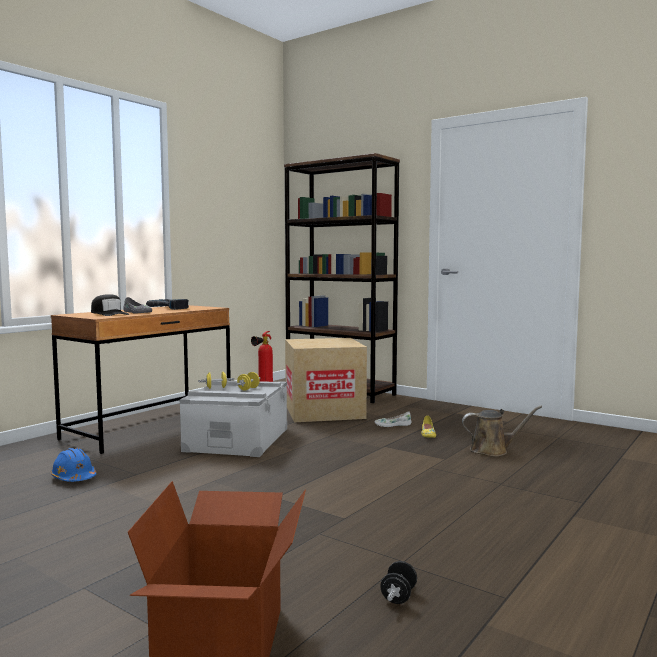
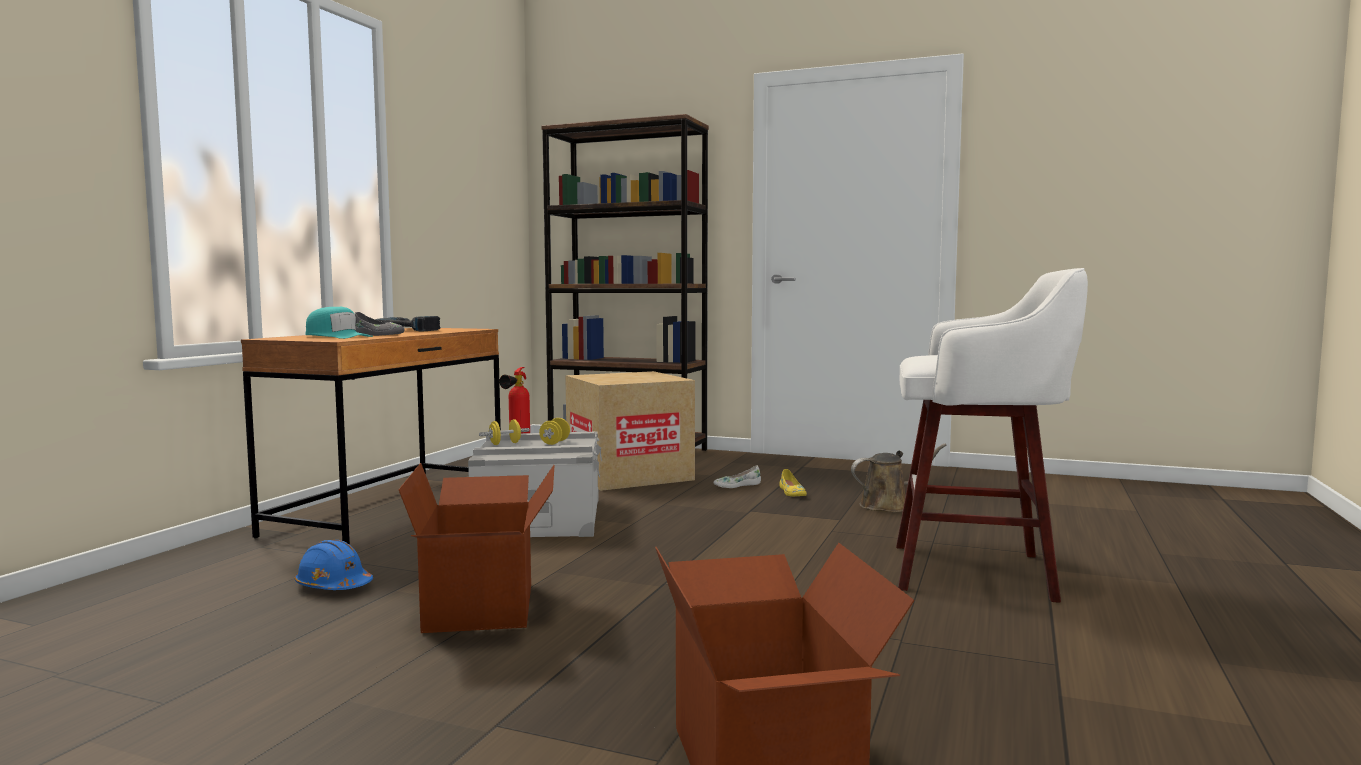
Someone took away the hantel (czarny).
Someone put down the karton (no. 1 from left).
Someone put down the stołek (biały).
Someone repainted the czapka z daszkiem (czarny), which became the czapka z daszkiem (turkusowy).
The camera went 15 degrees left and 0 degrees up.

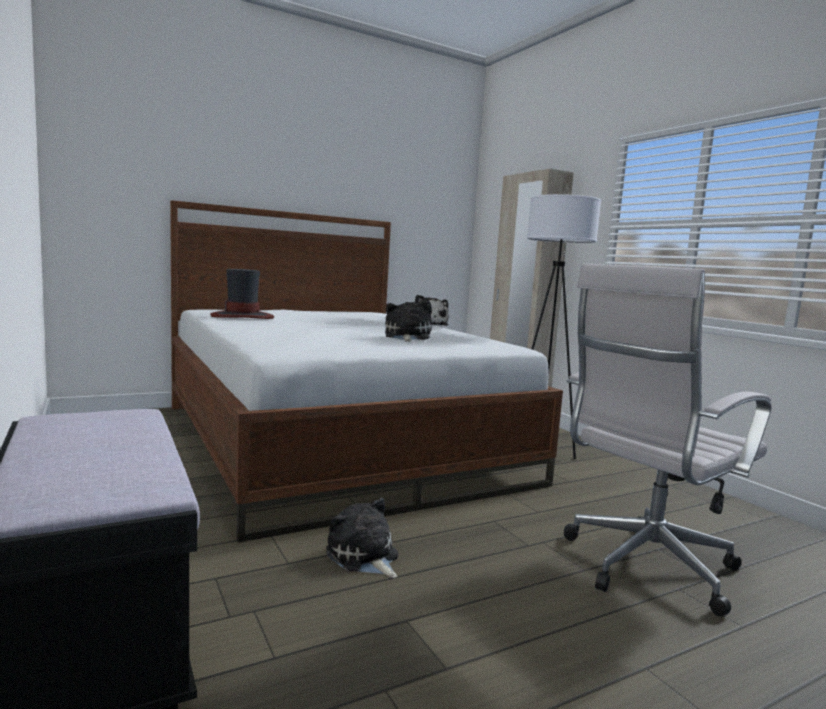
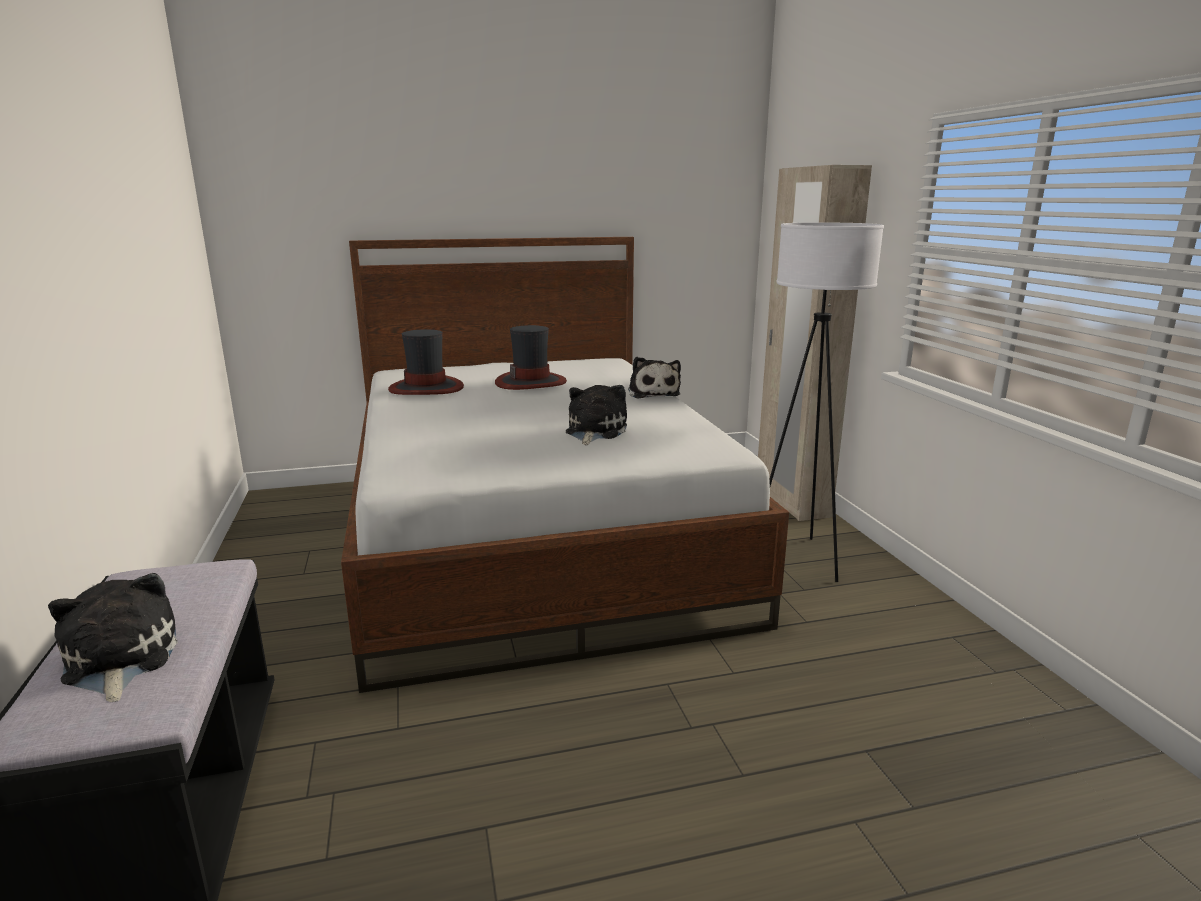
Someone took away the krzesło biurowe (biały).
Someone put down the kapelusz (no. 2 from left).
Someone carried the pluszak (no. 1 from left).
The camera went 15 degrees right and 10 degrees up.

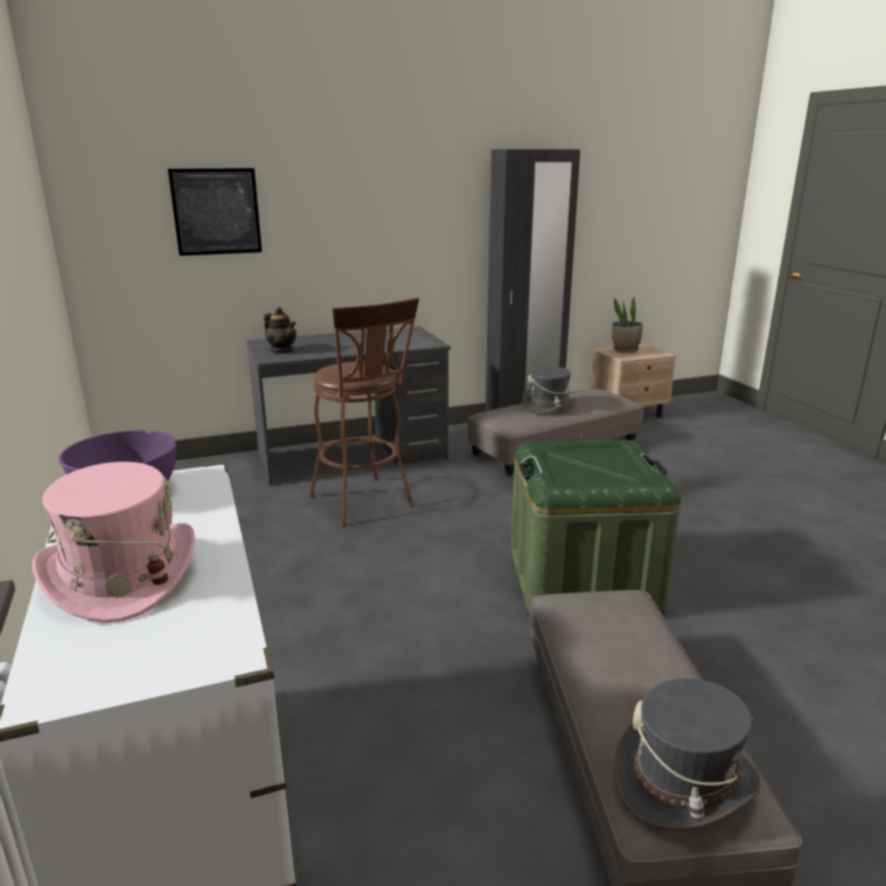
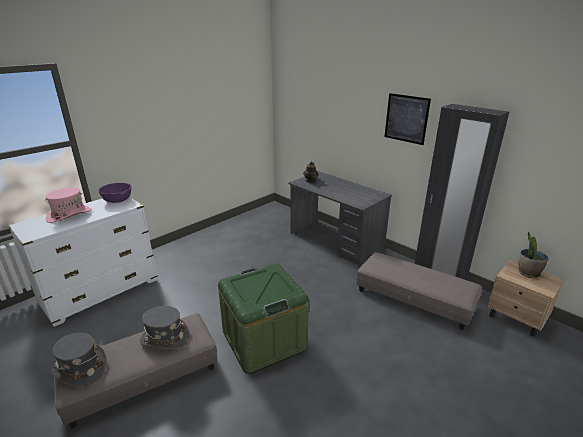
Someone took away the stołek (brązowy).
Someone carried the obraz.
Someone carried the kapelusz (szary) (no. 1 from left in the first image).
The camera went 65 degrees right and 5 degrees up.

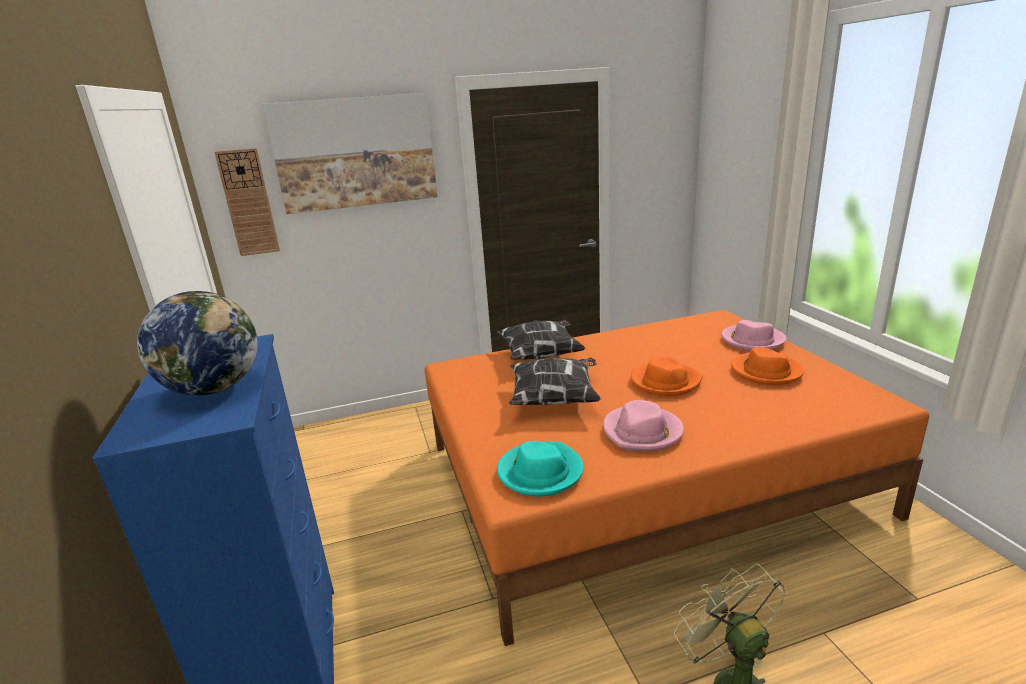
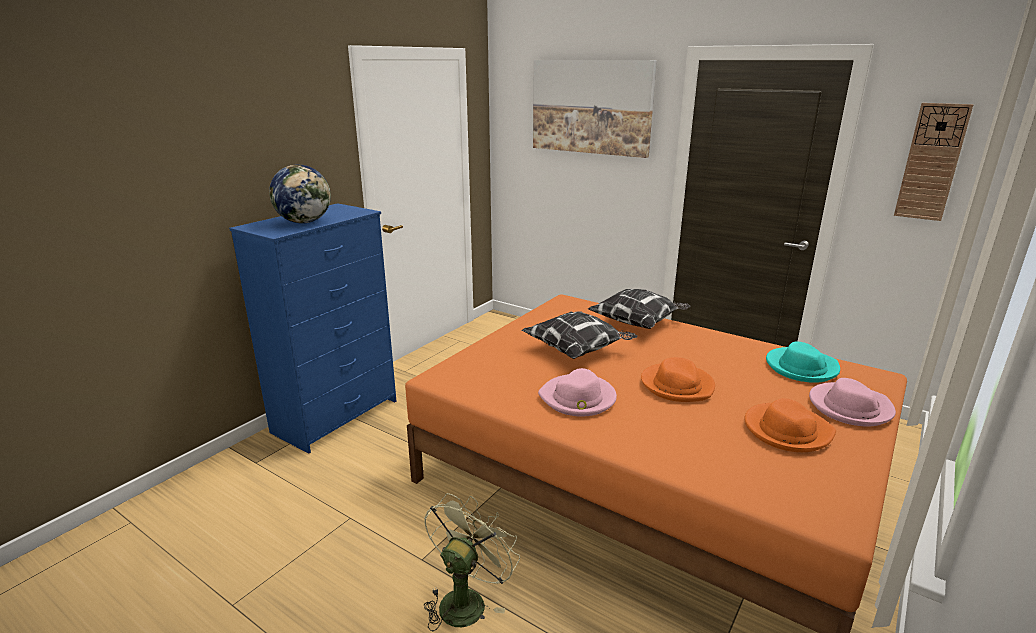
Someone carried the zegar ścienny.
Someone carried the kapelusz (turkusowy).
The camera went 50 degrees right and 0 degrees up.

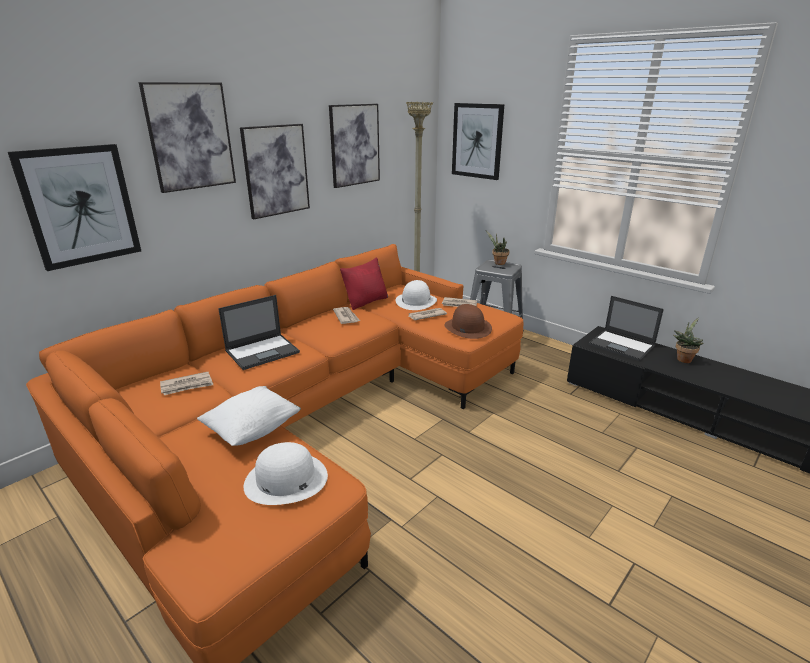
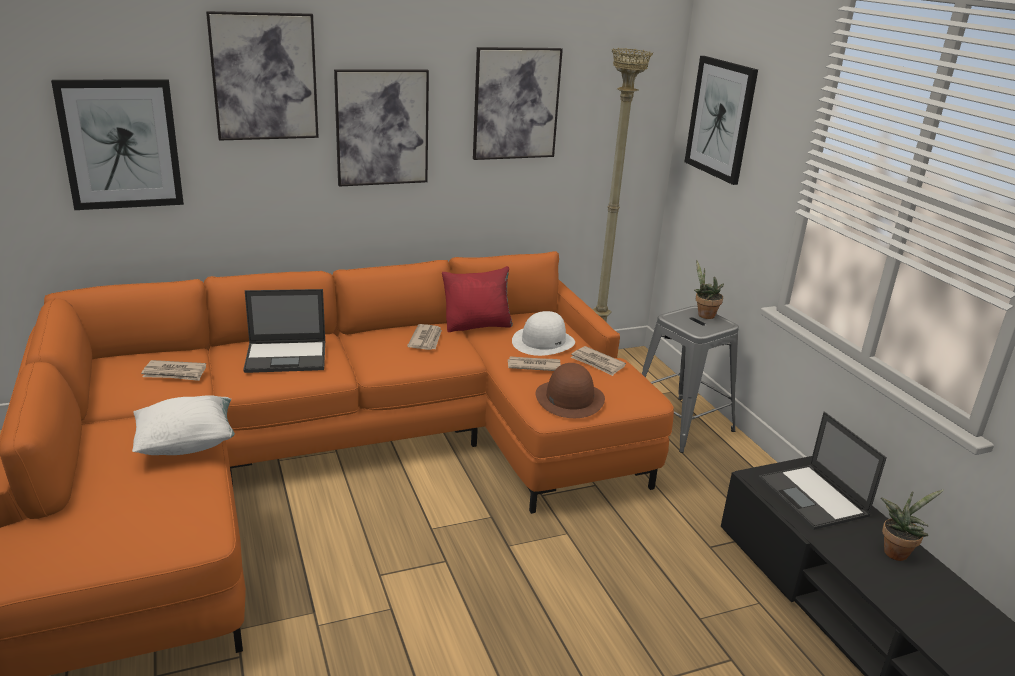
Someone took away the kapelusz (biały) (no. 1 from left).
The camera went 25 degrees right and 0 degrees up.

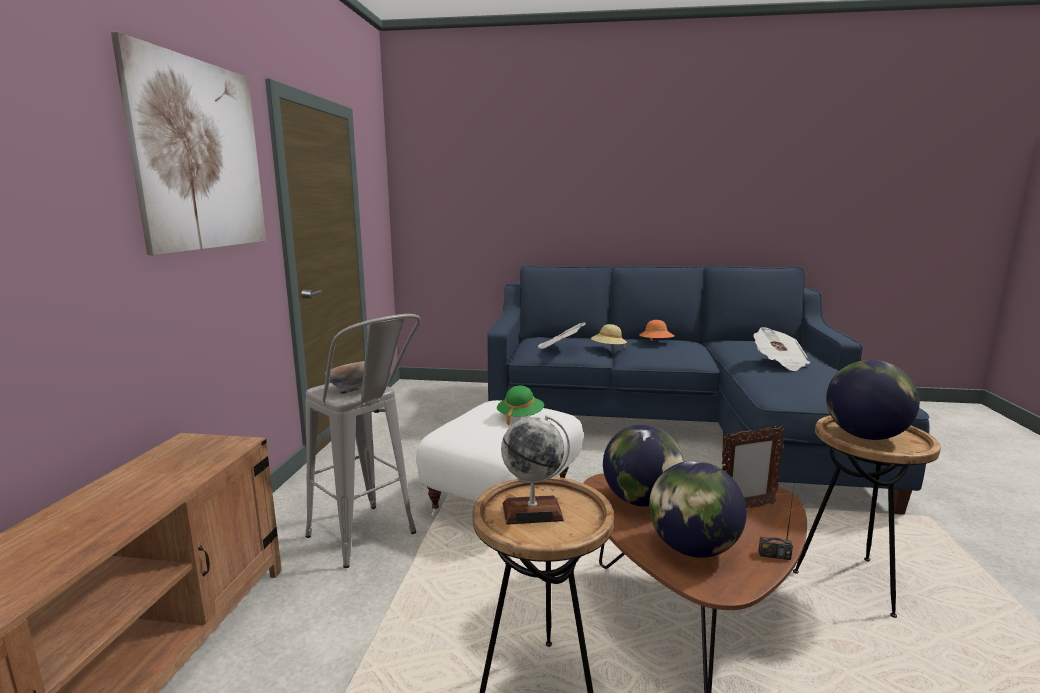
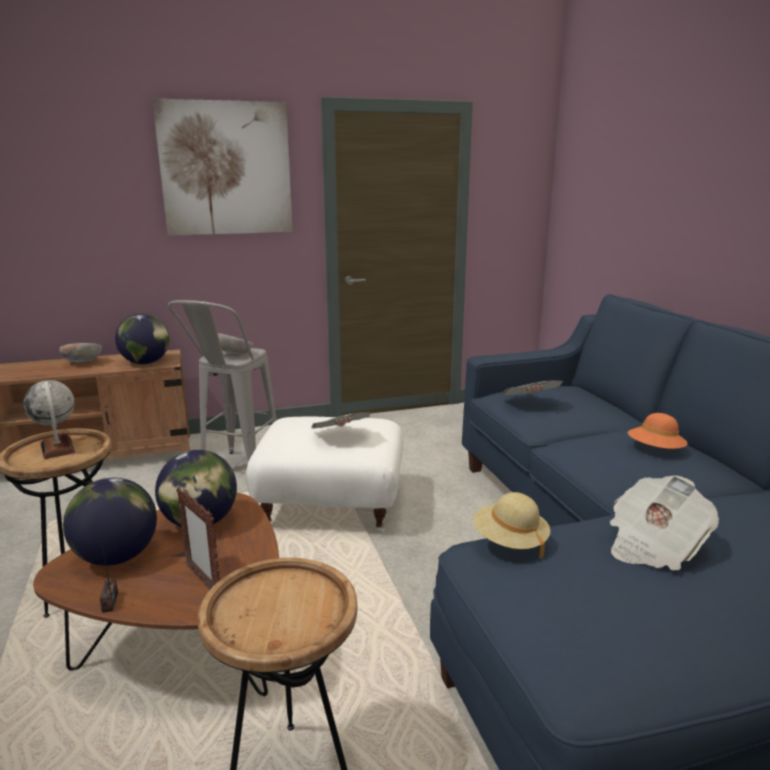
Someone put down the miska (no. 1 from left).
Someone carried the kapelusz (beżowy).
Someone carried the globus (no. 4 from left in the first image).
Someone swapped the kapelusz (zielony) for the gazeta (no. 1 from left).
The camera went 65 degrees right and 5 degrees up.

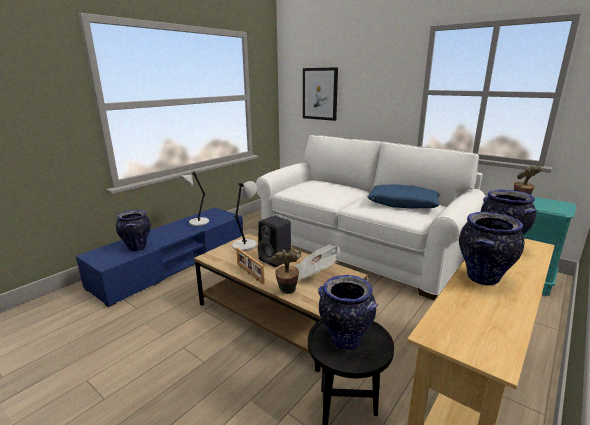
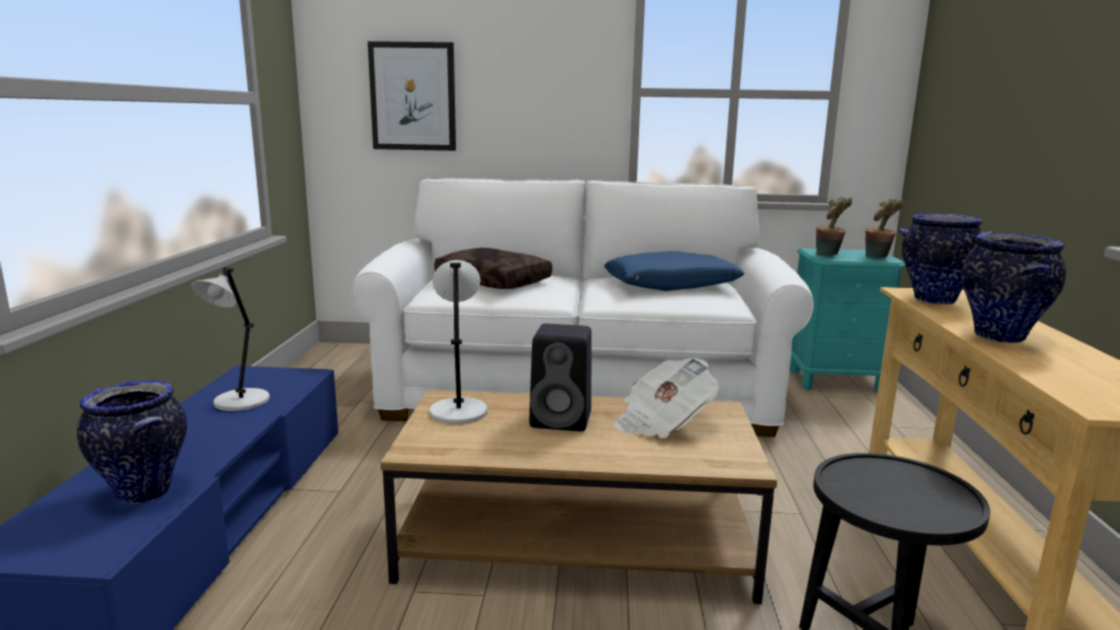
Someone took away the ramka na zdjęcie.
Someone took away the wazon (no. 2 from left).
Someone put down the poduszka (brązowy).
Someone carried the roślina doniczkowa (no. 1 from left in the first image).
The camera went 35 degrees left and 5 degrees down.

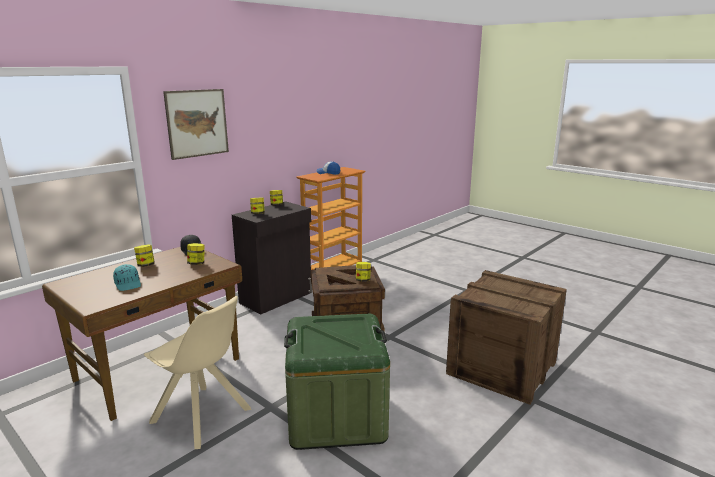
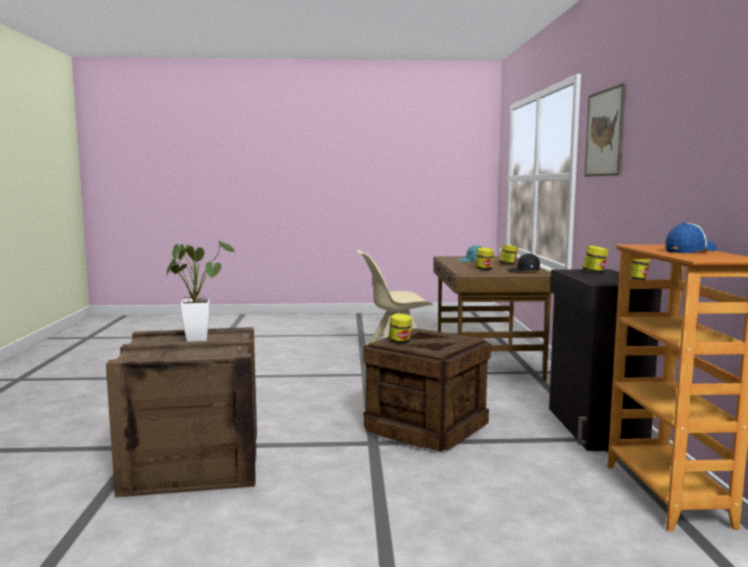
Someone took away the pojemnik do przechowywania (zielony).
Someone put down the roślina doniczkowa.
The camera went 135 degrees right and 10 degrees down.

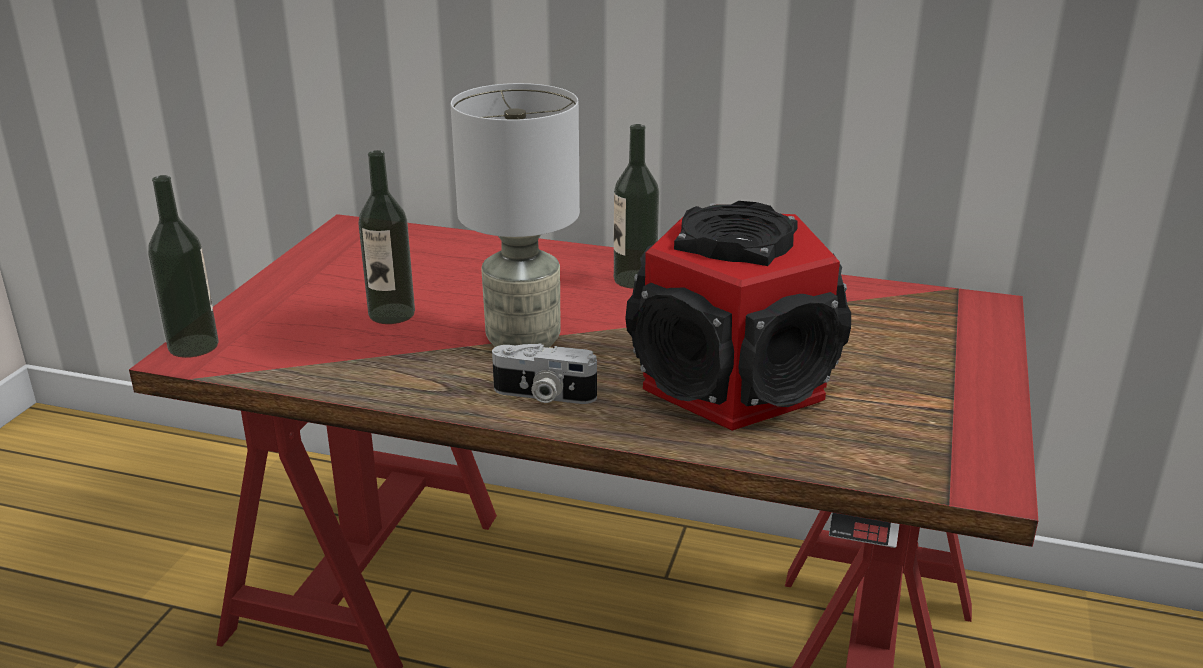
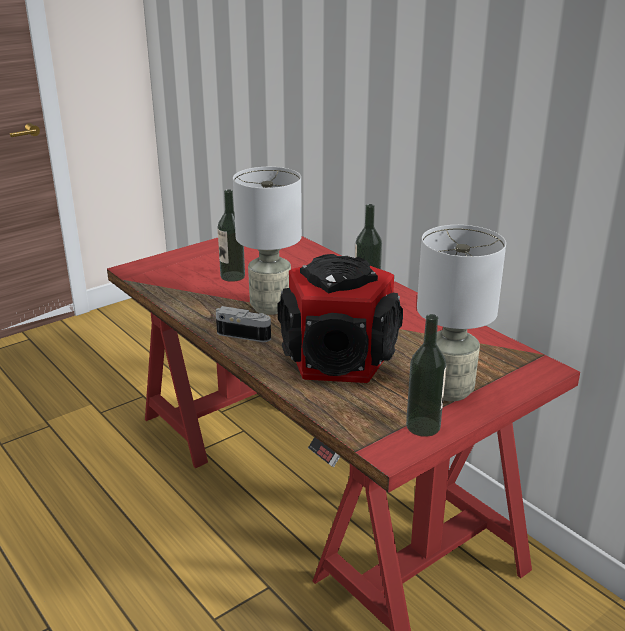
Someone put down the lampa stołowa (szary) (no. 2 from left).
Someone carried the butelka (no. 1 from left in the first image).
Someone rotated the aparat fotograficzny by 150 degrees clockwise.
The camera went 35 degrees right and 0 degrees up.

